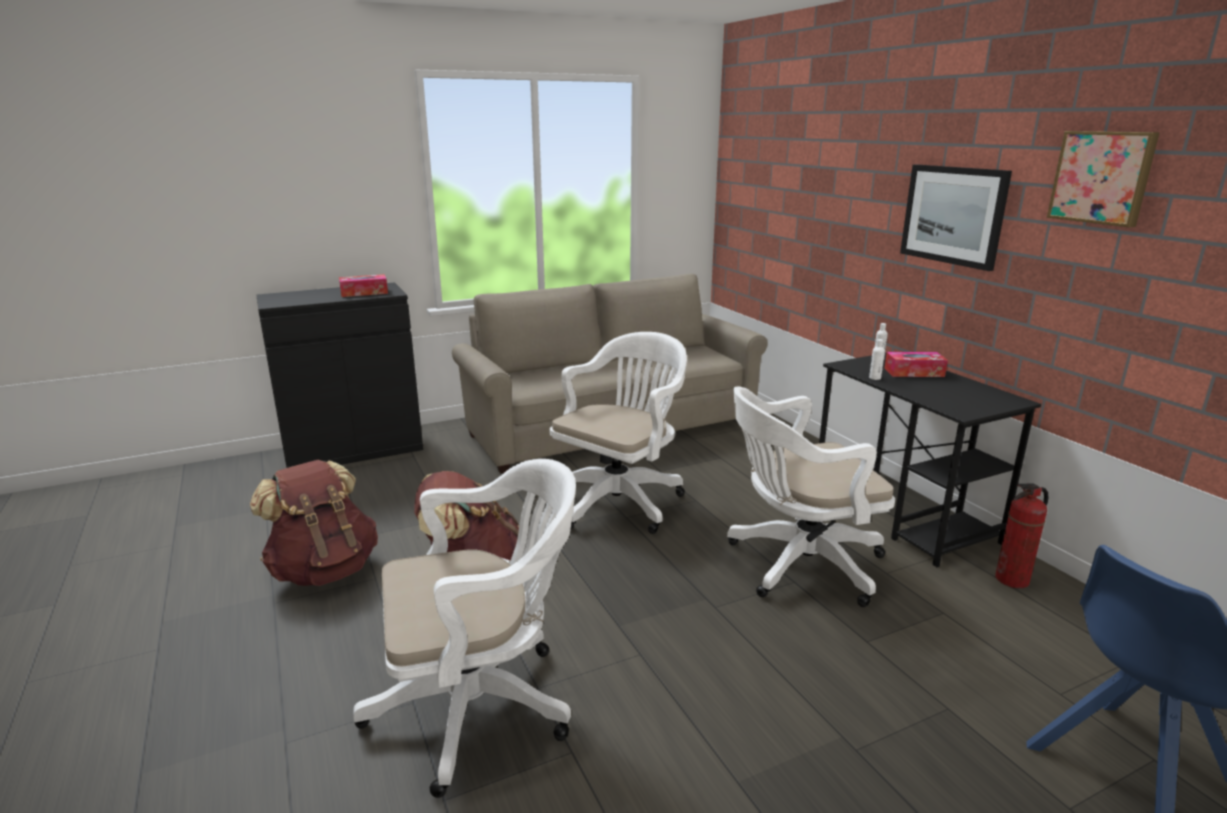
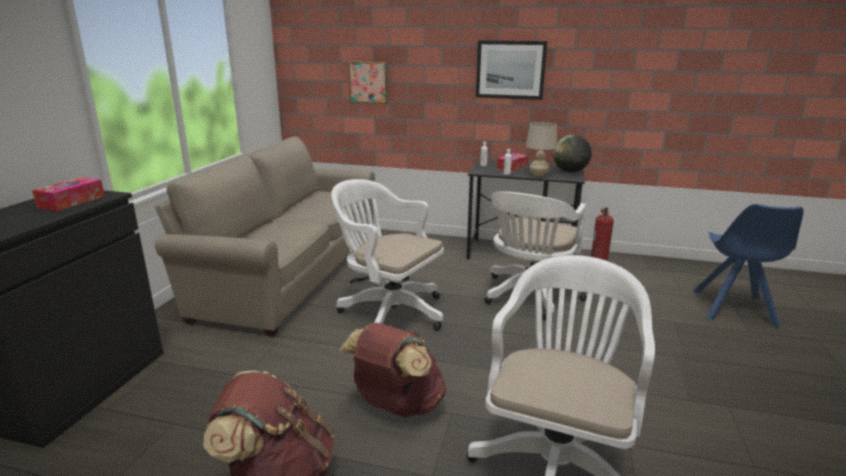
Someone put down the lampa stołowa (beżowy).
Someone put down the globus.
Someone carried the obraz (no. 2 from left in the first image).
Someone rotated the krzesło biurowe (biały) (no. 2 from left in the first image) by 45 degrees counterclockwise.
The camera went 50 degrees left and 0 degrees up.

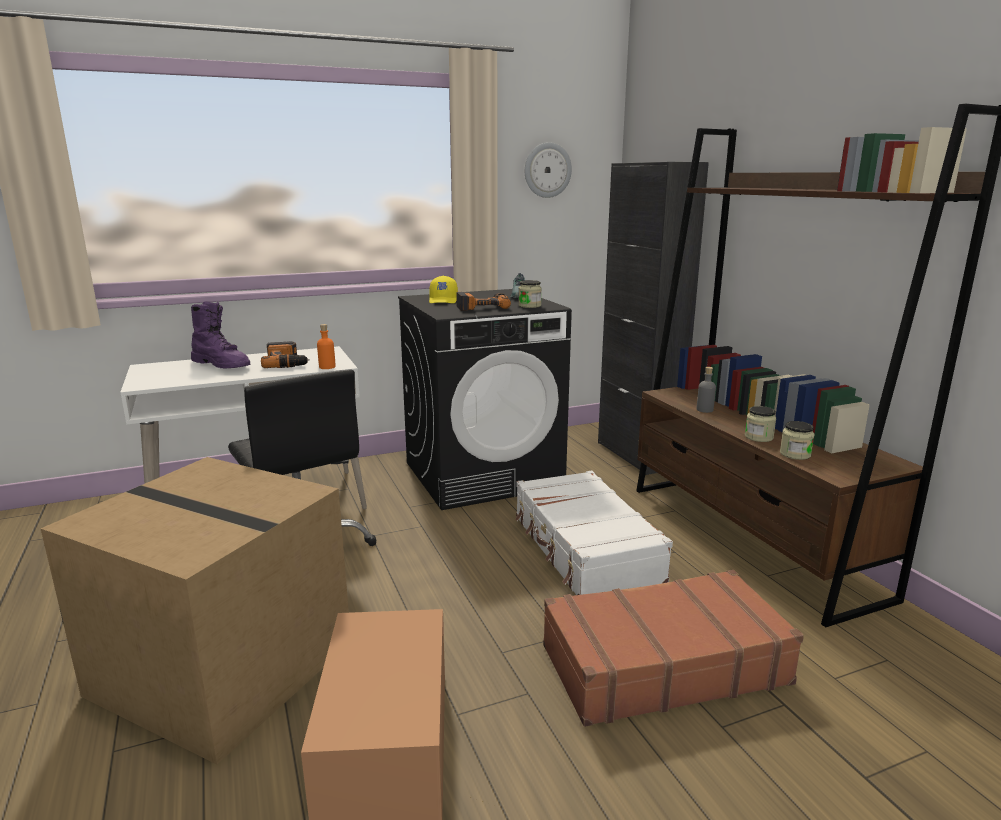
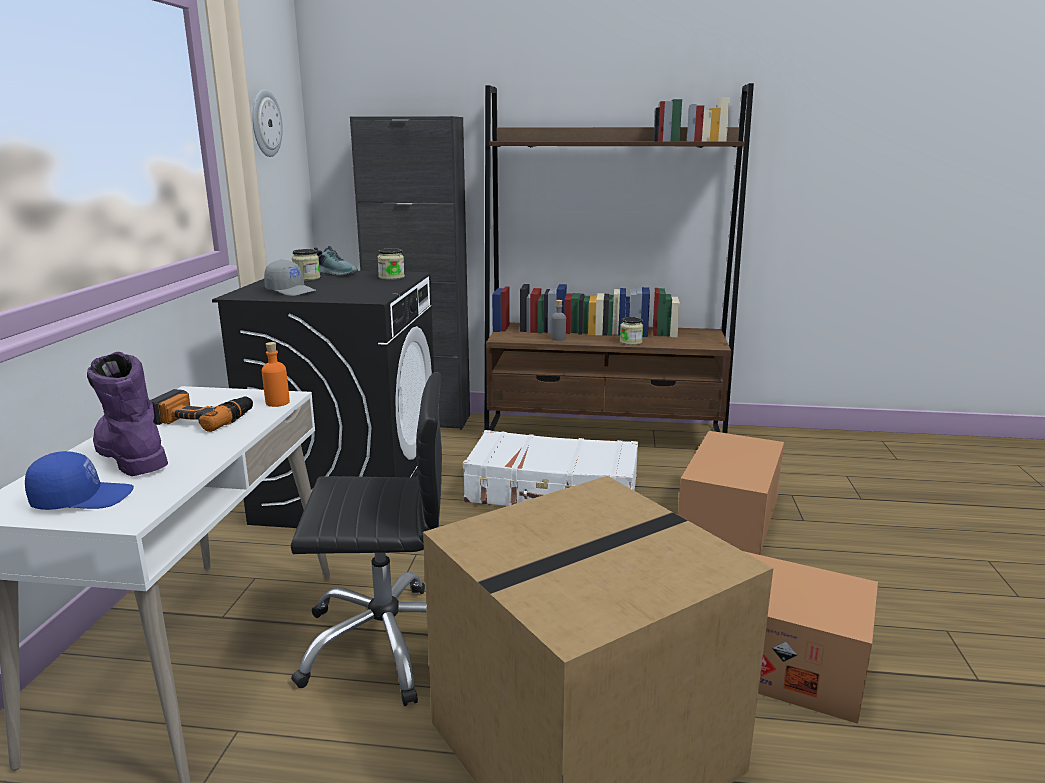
Someone took away the wiertarka (no. 2 from left).
Someone put down the czapka z daszkiem (niebieski).
Someone carried the słoik (no. 3 from left in the first image).
Someone swapped the walizka (brązowy) for the karton (no. 2 from left).
Someone repainted the czapka z daszkiem (żółty), which became the czapka z daszkiem (szary).
Someone rotated the but z cholewką (fioletowy) by 105 degrees counterclockwise.
The camera went 60 degrees left and 0 degrees up.

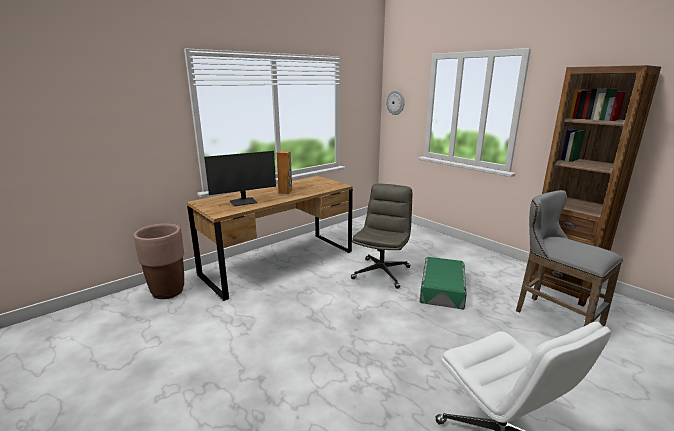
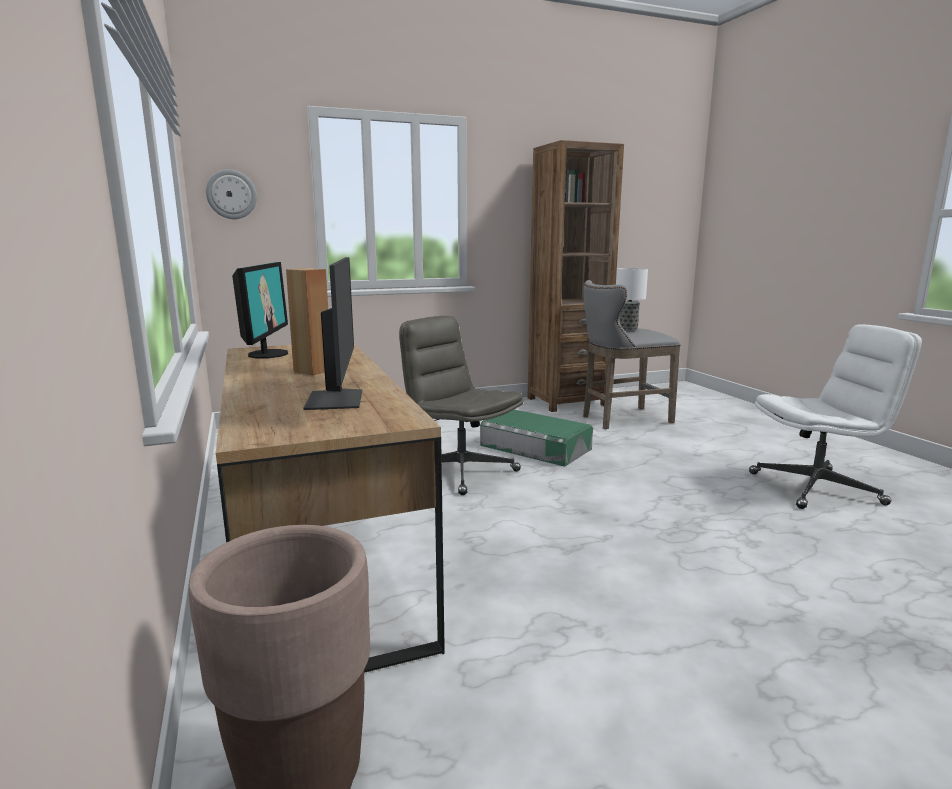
Someone put down the monitor (no. 1 from left).
Someone put down the lampa stołowa.
The camera went 70 degrees left and 5 degrees down.

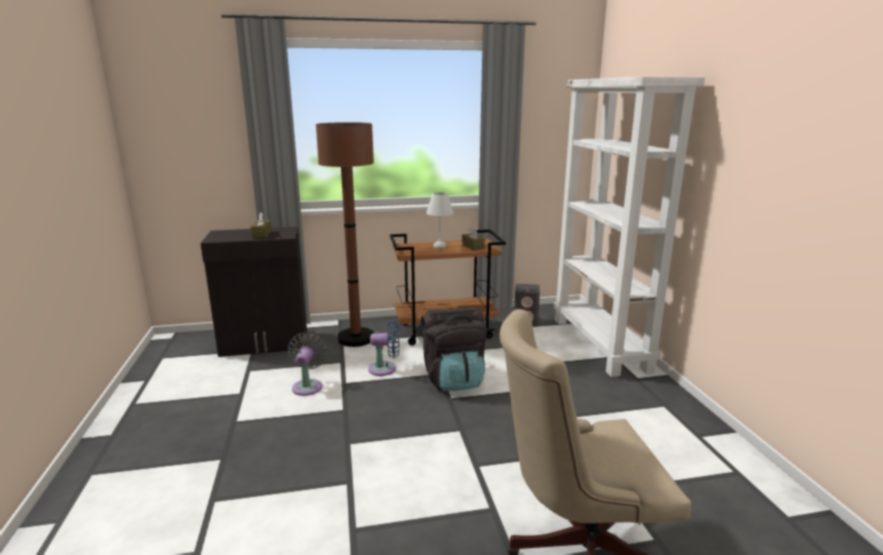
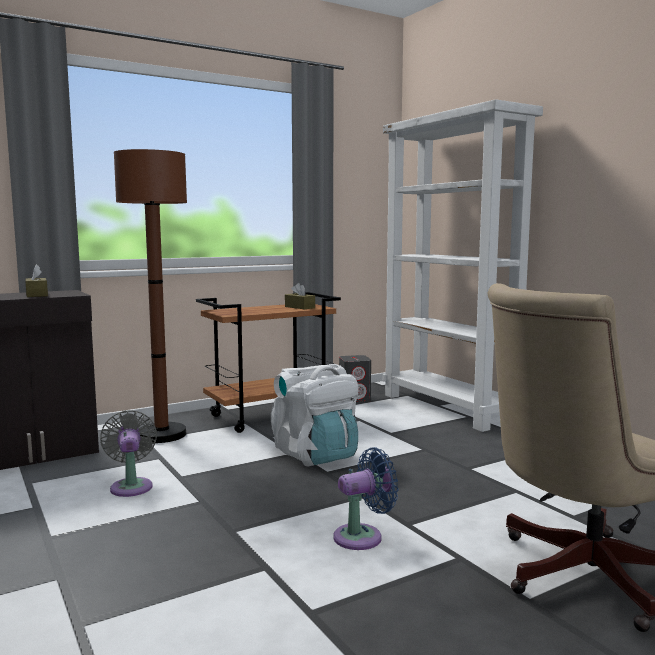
Someone took away the lampa stołowa (biały).
Someone carried the wentylator (niebieski).
Someone repainted the plecak (czarny), which became the plecak (biały).
The camera went 20 degrees left and 10 degrees down.

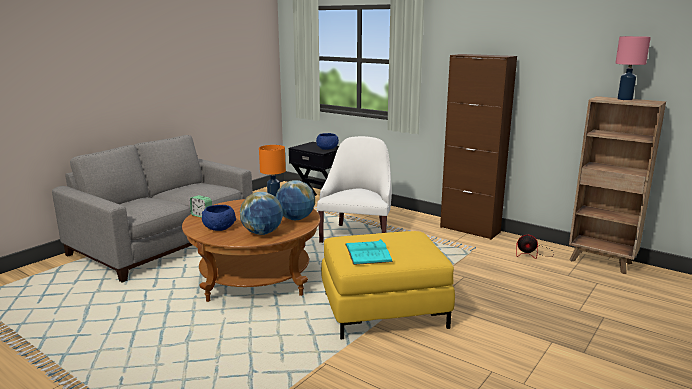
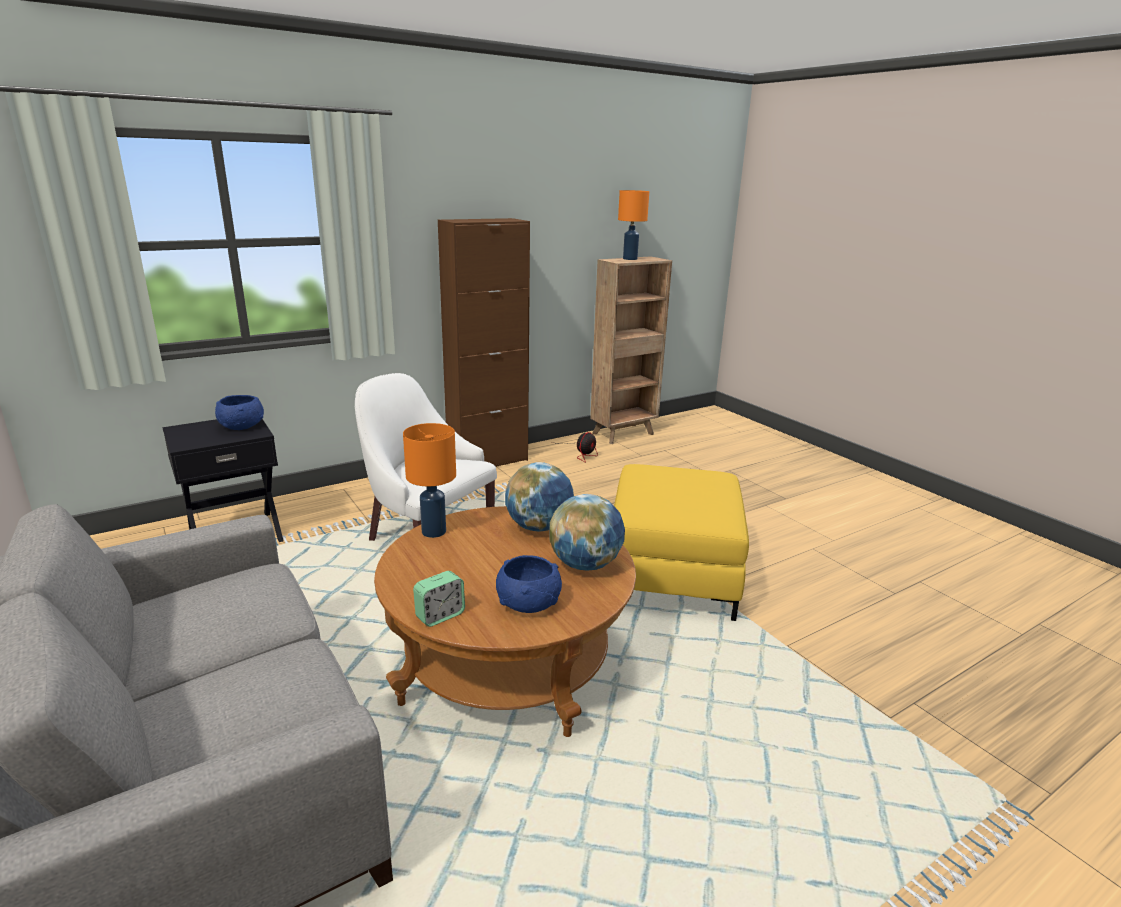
Someone took away the książka (turkusowy).
Someone repainted the lampa stołowa (różowy), which became the lampa stołowa (pomarańczowy) (no. 2 from left).
The camera went 70 degrees left and 5 degrees up.

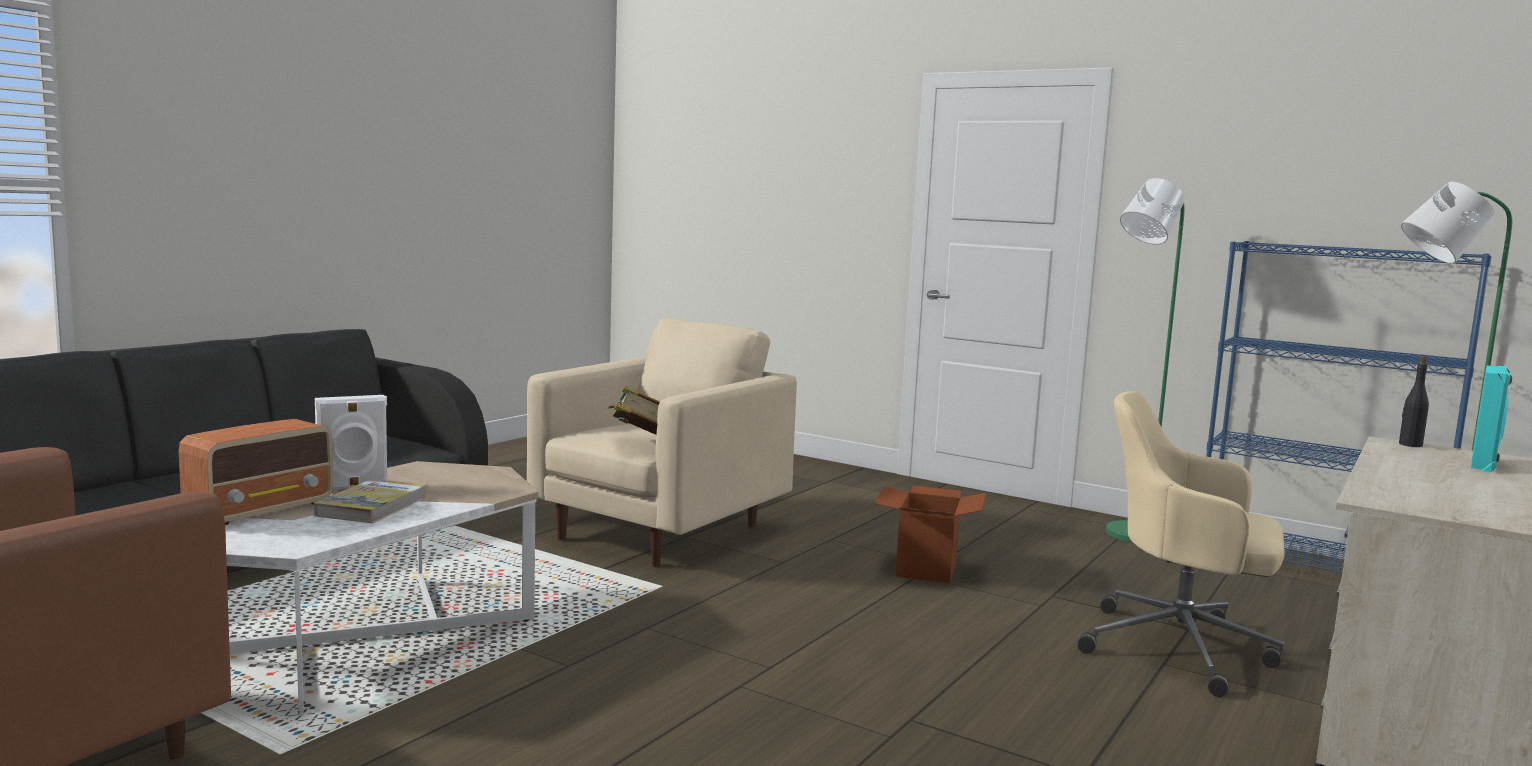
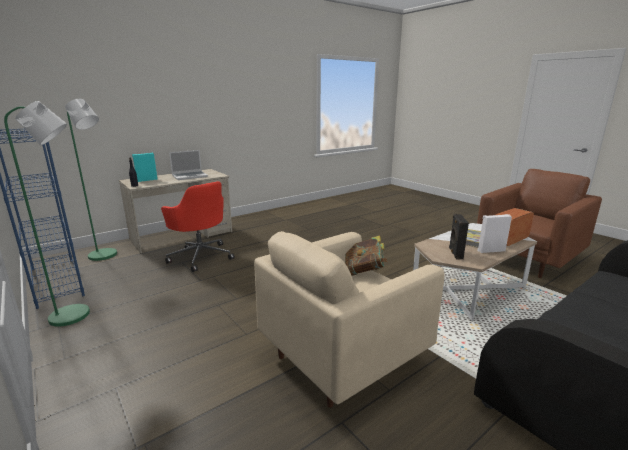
Someone took away the karton.
Someone put down the laptop.
Someone put down the głośnik (czarny).
Someone repainted the krzesło biurowe (beżowy), which became the krzesło biurowe (czerwony).
The camera went 160 degrees left and 10 degrees up.

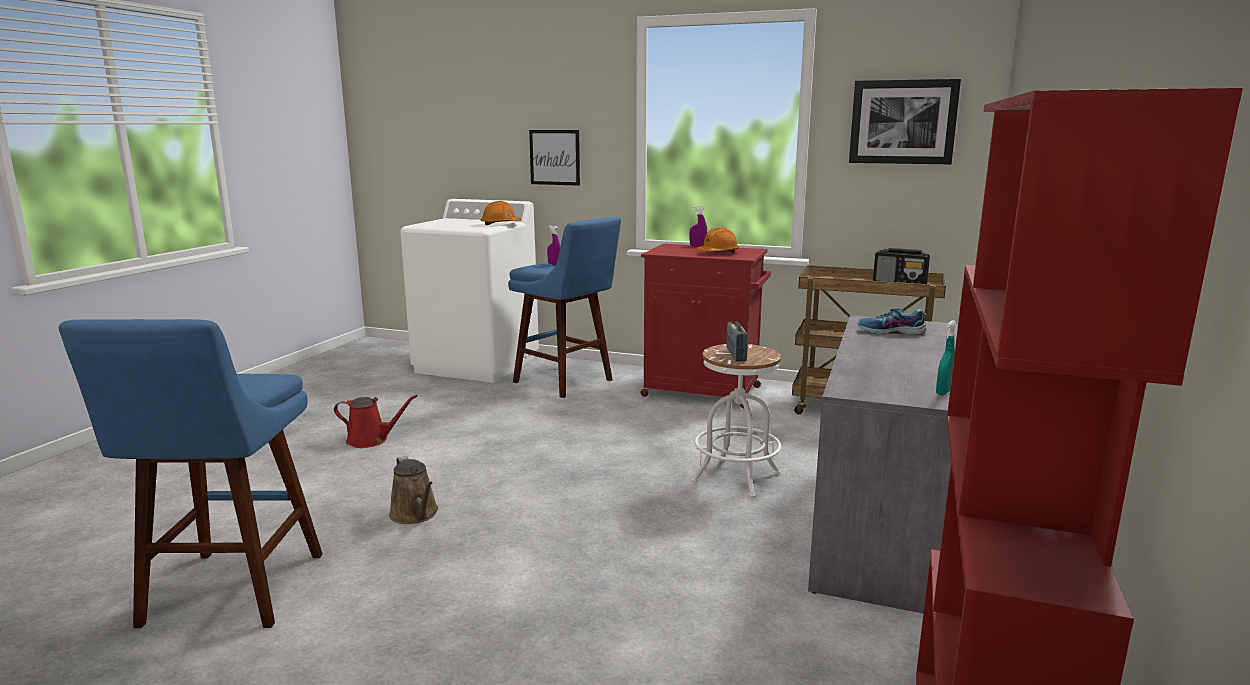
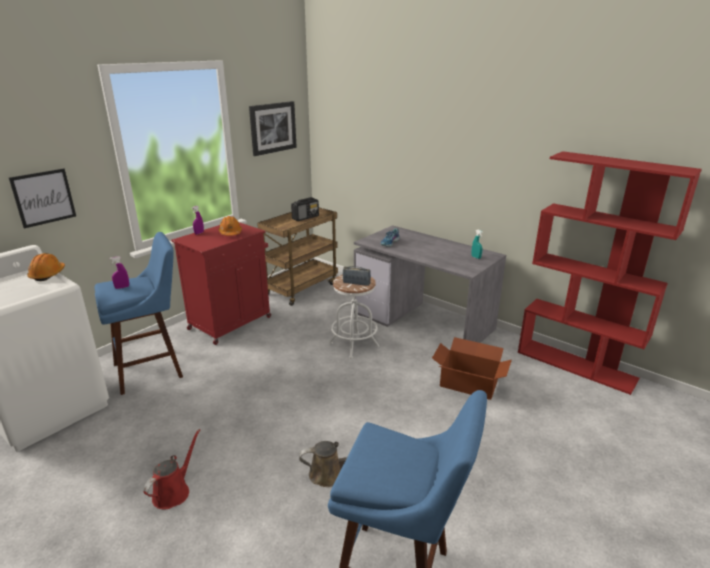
Someone put down the karton.
The camera went 70 degrees left and 10 degrees up.

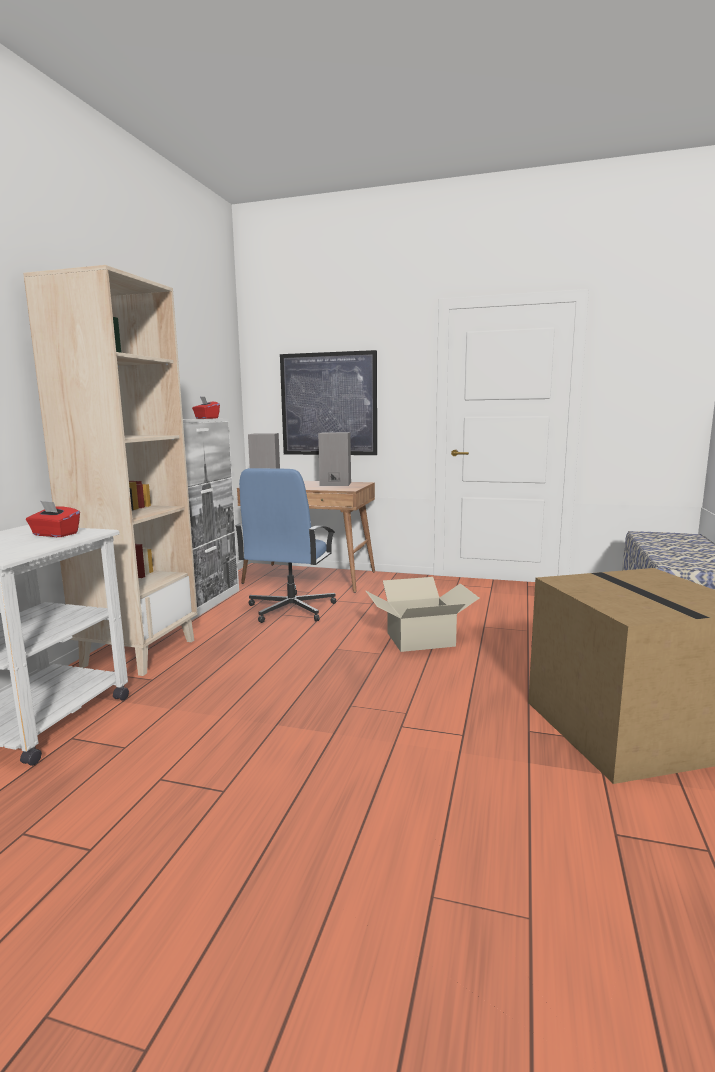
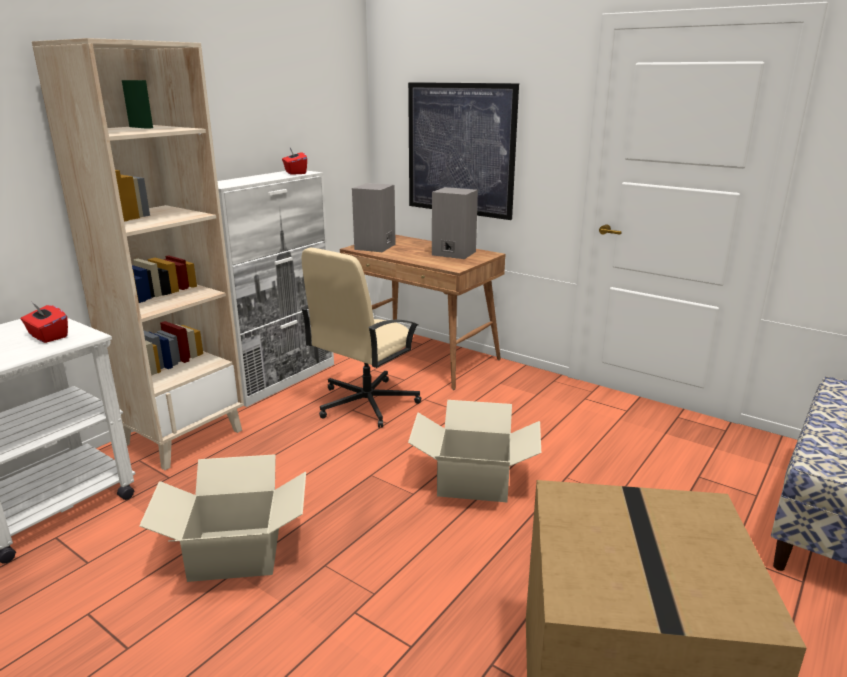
Someone put down the karton (no. 1 from left).
Someone repainted the krzesło biurowe (niebieski), which became the krzesło biurowe (beżowy).
The camera went 20 degrees right and 10 degrees up.

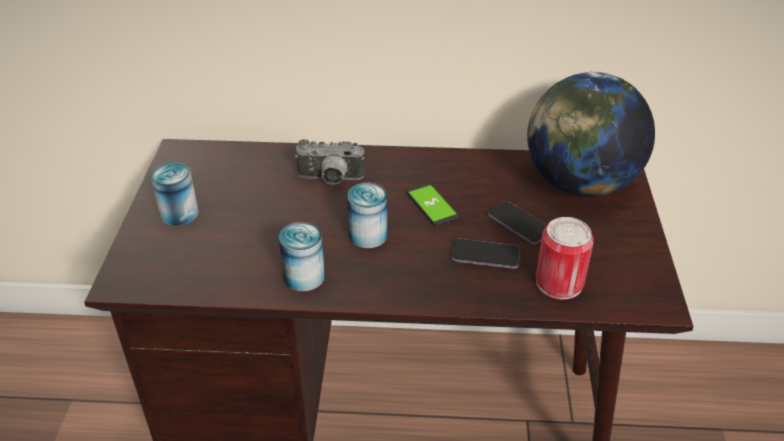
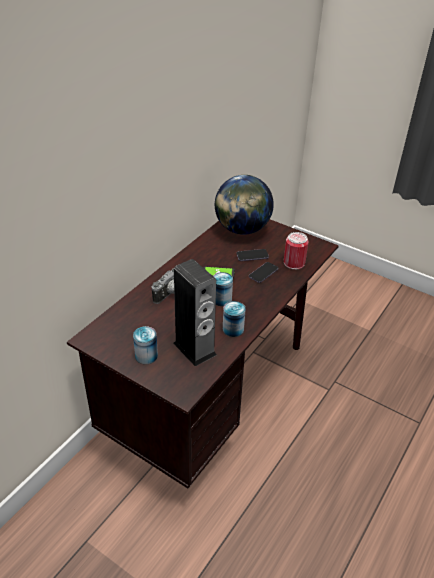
Someone put down the głośnik.
The camera went 60 degrees left and 0 degrees up.

